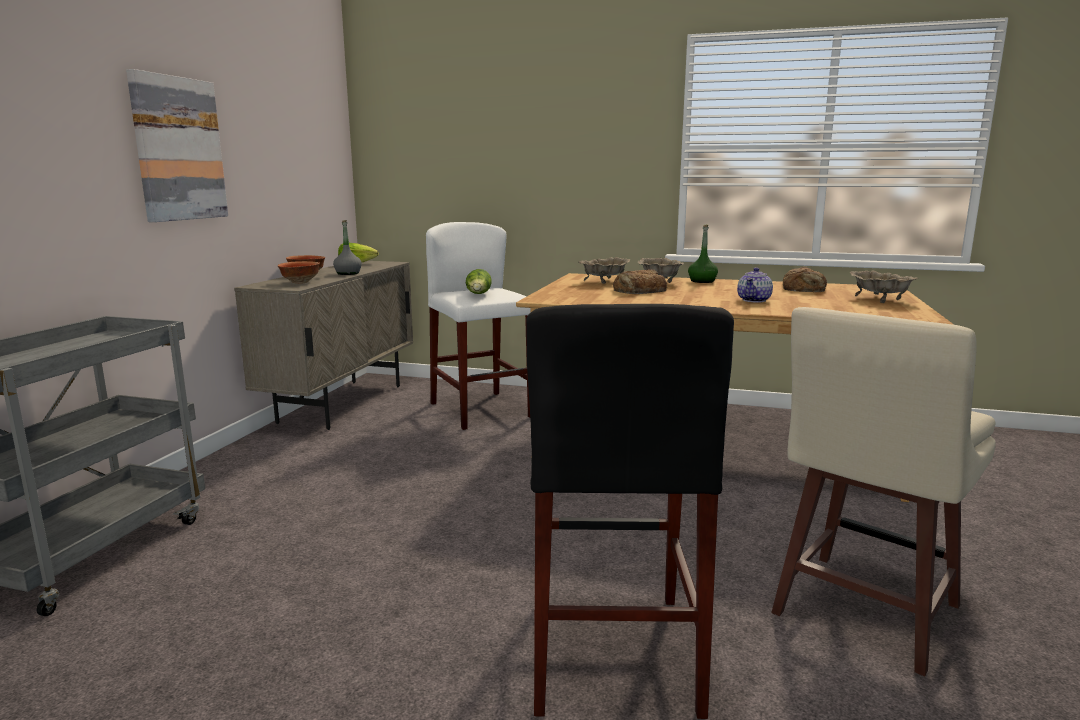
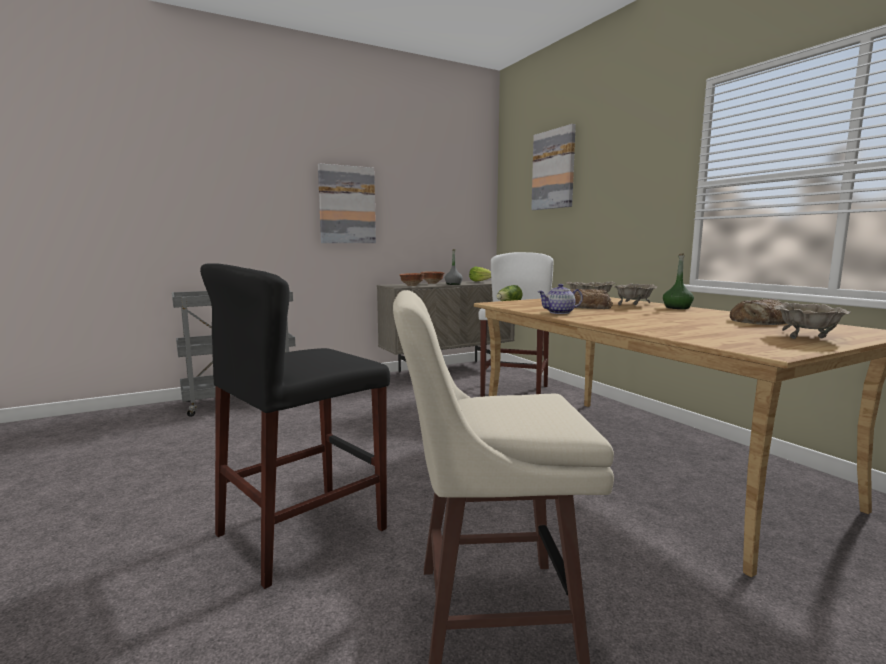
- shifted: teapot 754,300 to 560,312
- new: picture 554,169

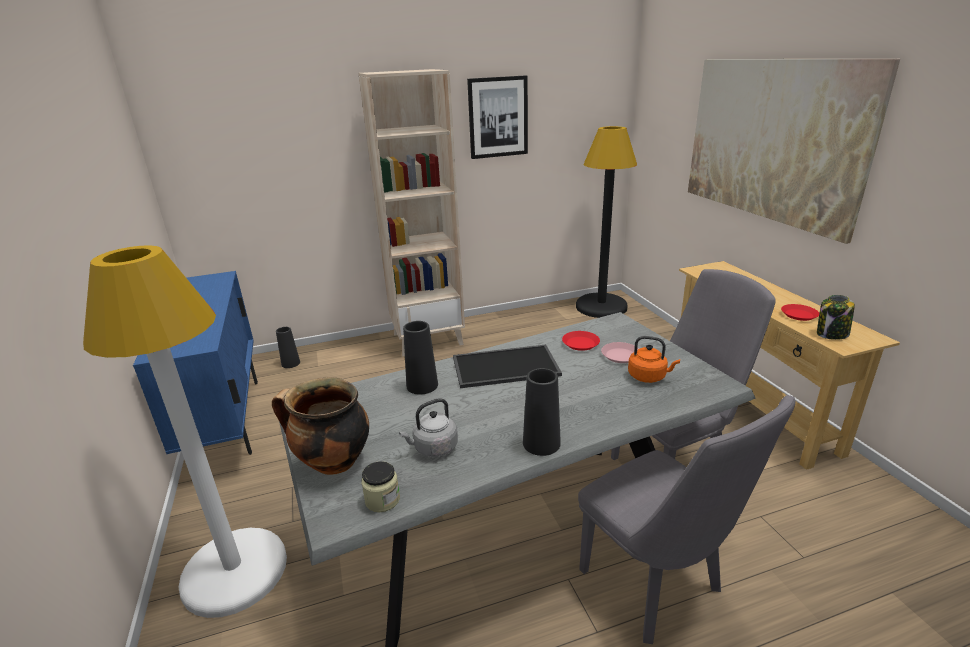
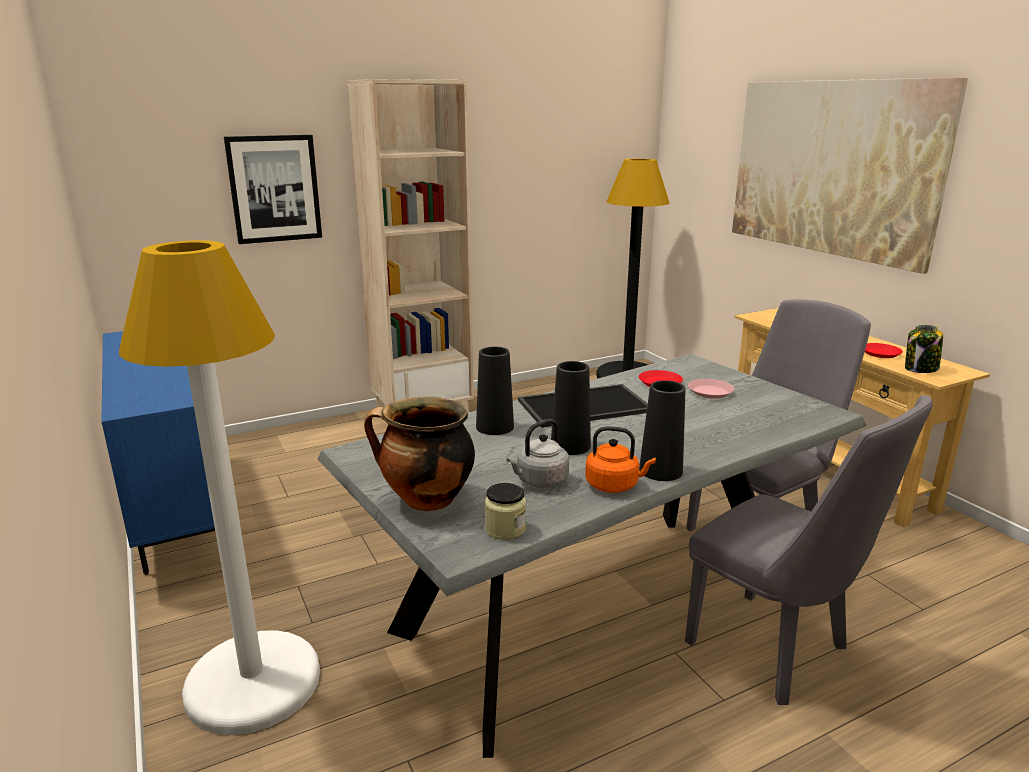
- shifted: black vase 291,363 to 570,446
- shifted: picture 498,117 to 274,189
- shifted: orange kettle 649,377 to 614,485

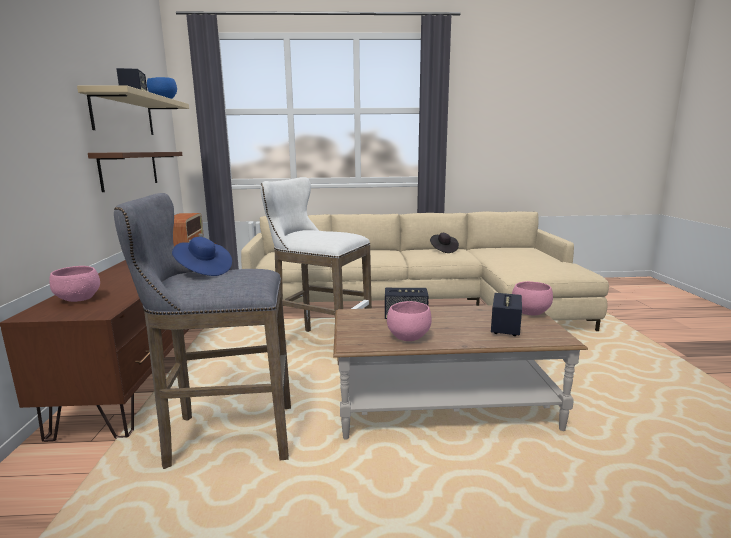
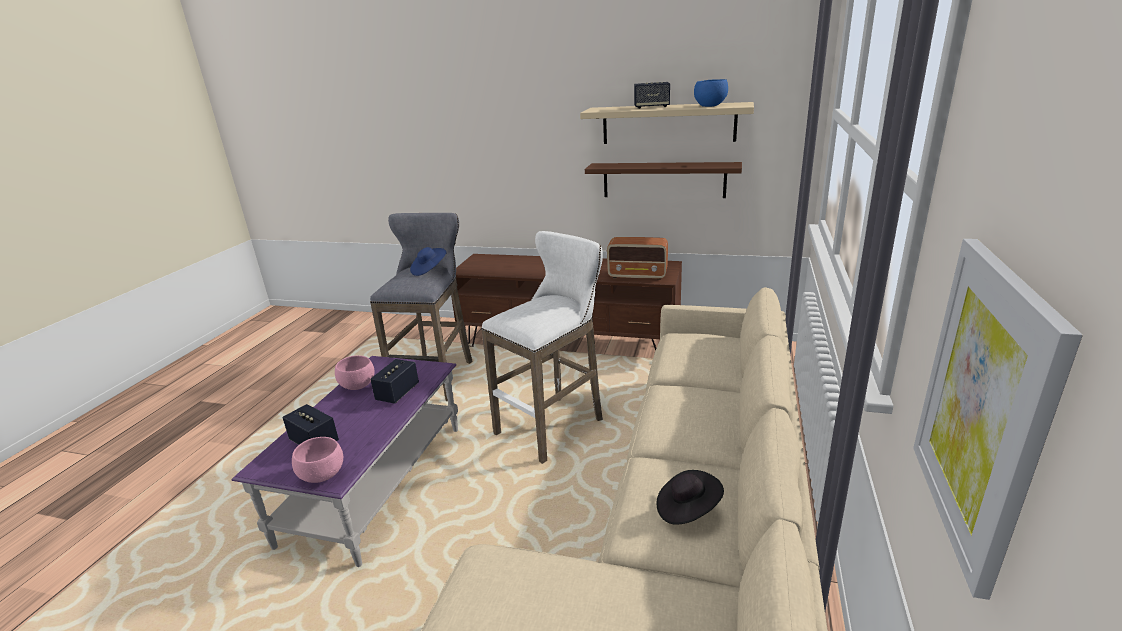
- gone: pink bowl 80,299
- repainted: brown coffee table 444,407 to purple coffee table 376,483
- new: picture 983,407

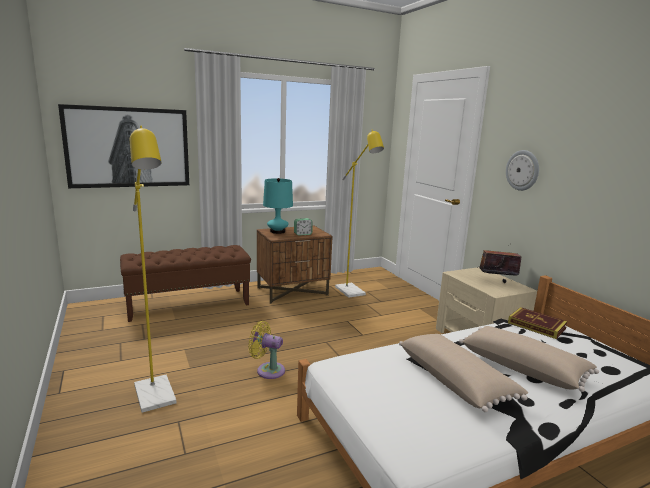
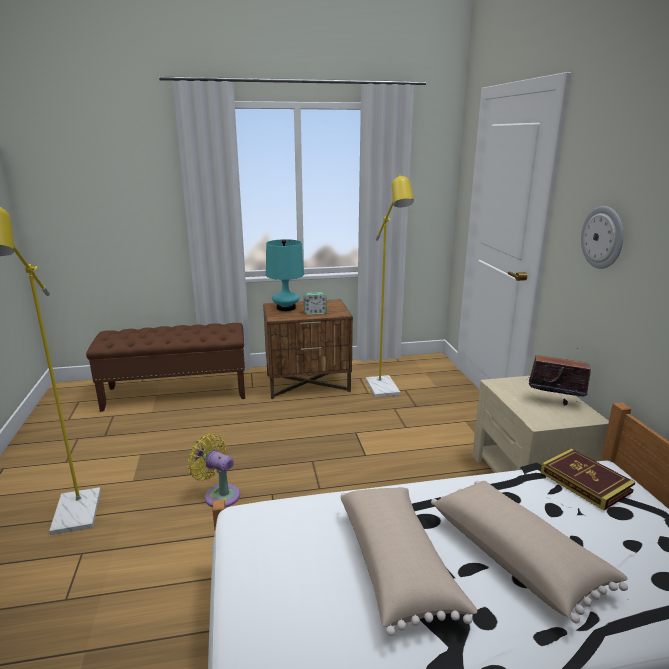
- gone: picture 129,147

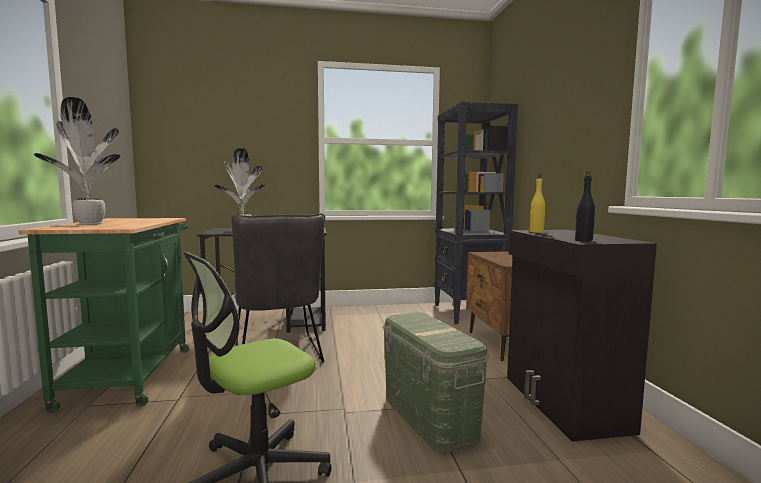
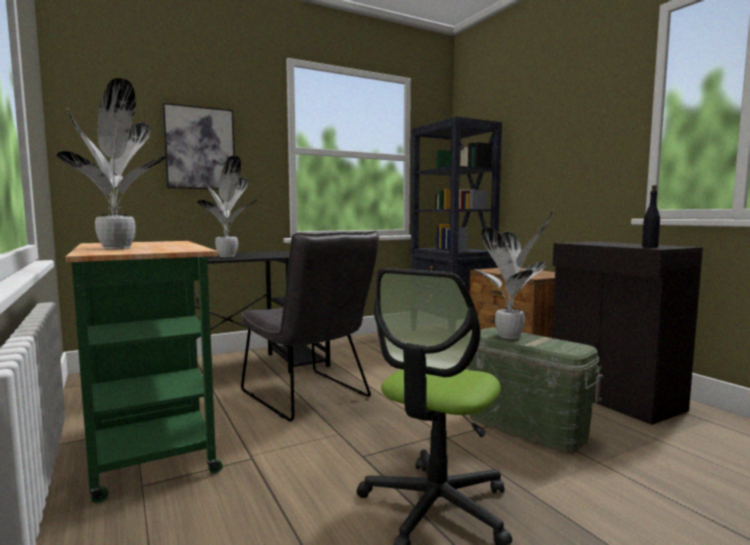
- gone: yellow bottle 536,232
- new: picture 200,148
- new: potted plant 511,336

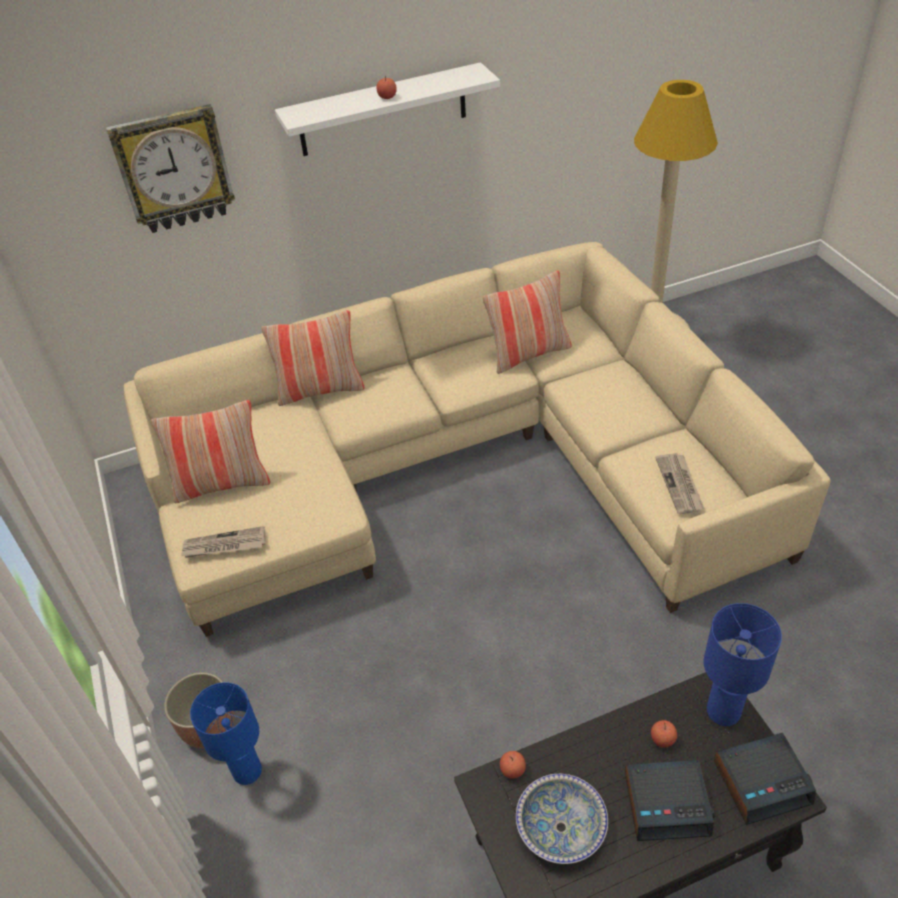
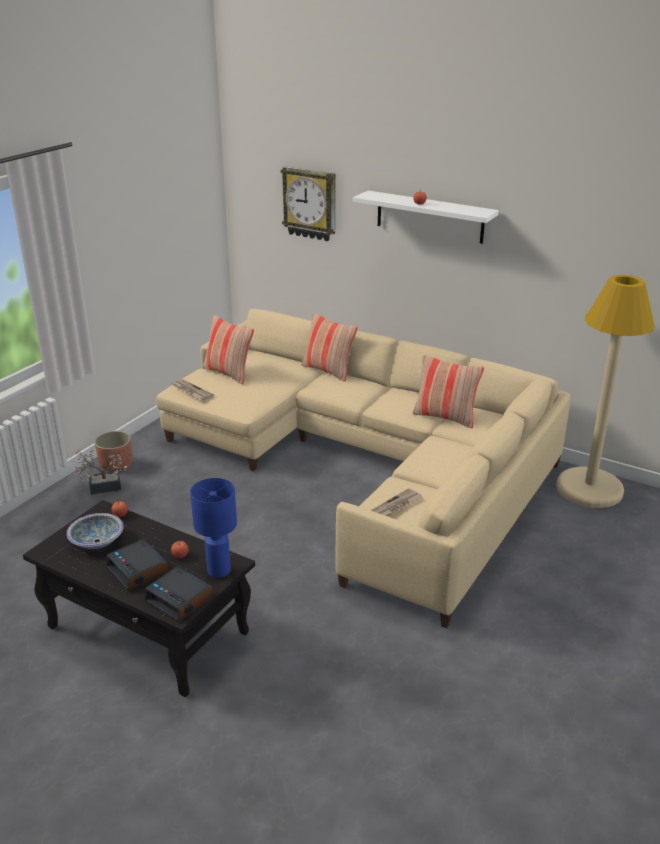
- swapped: blue table lamp 247,770 to potted plant 101,487

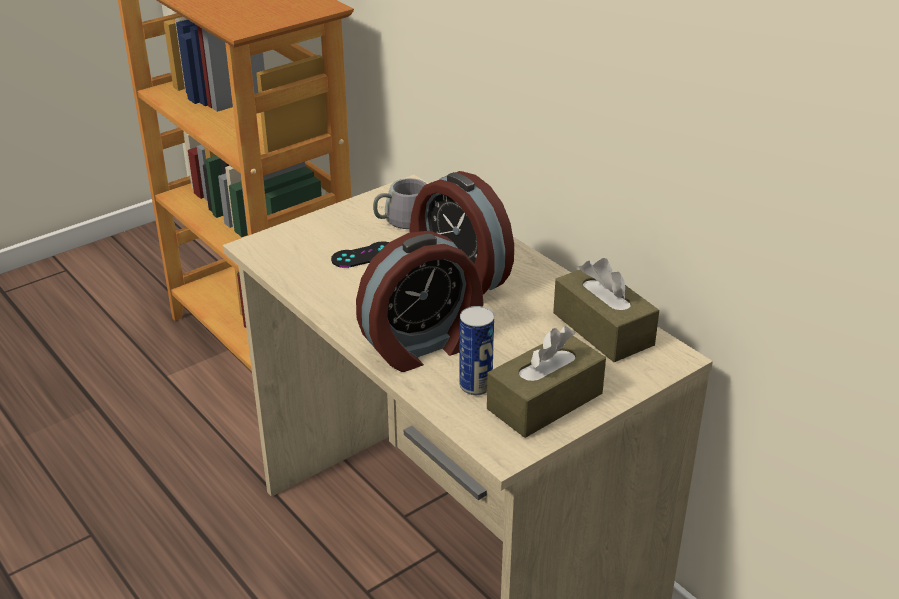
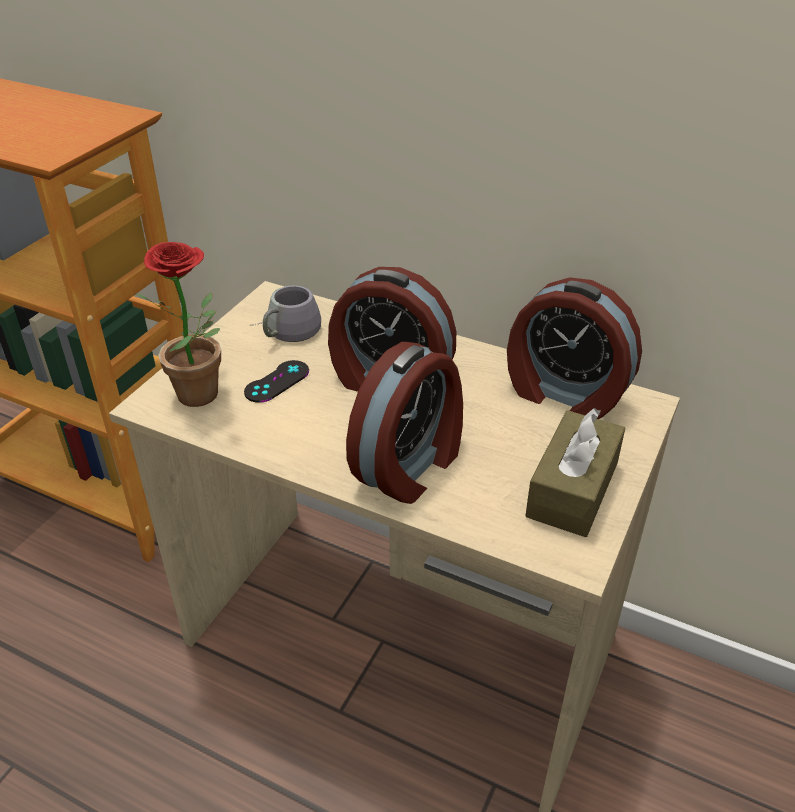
- gone: can 475,386
- swapped: brown tissue box 603,329 to alarm clock 564,394
- new: potted plant 205,397

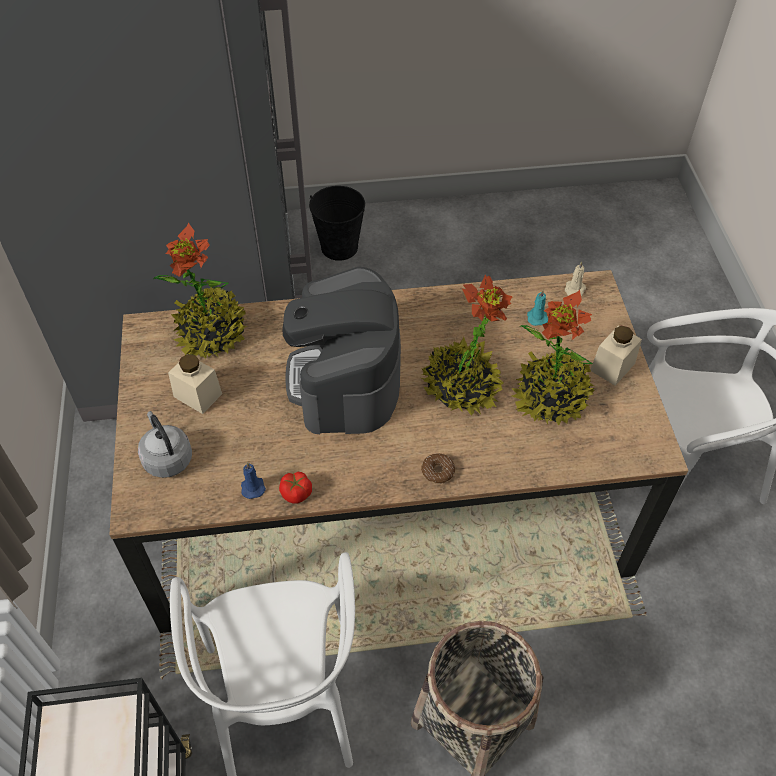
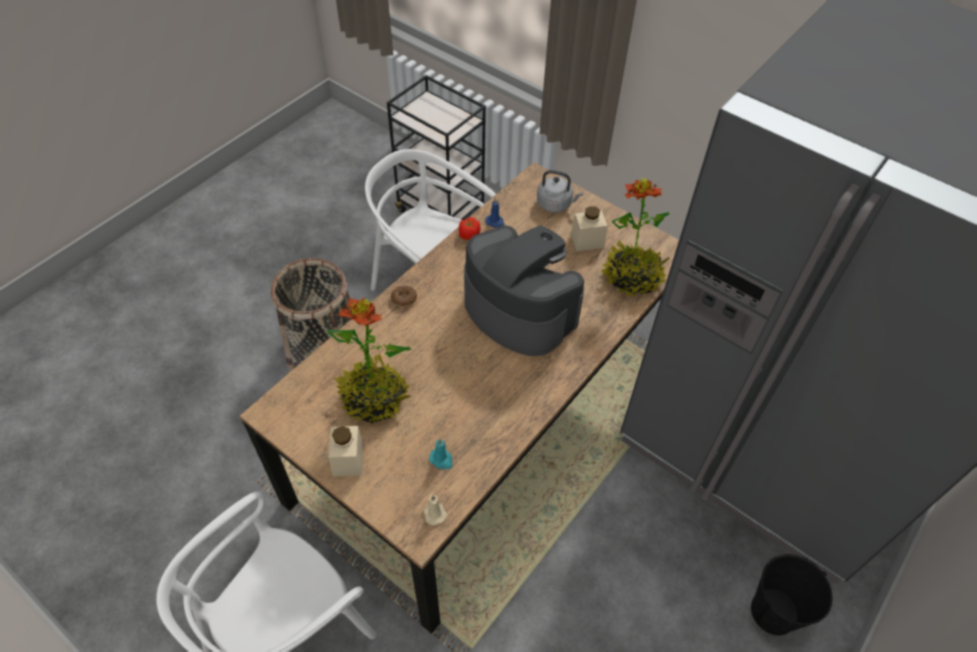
- gone: potted plant 461,387

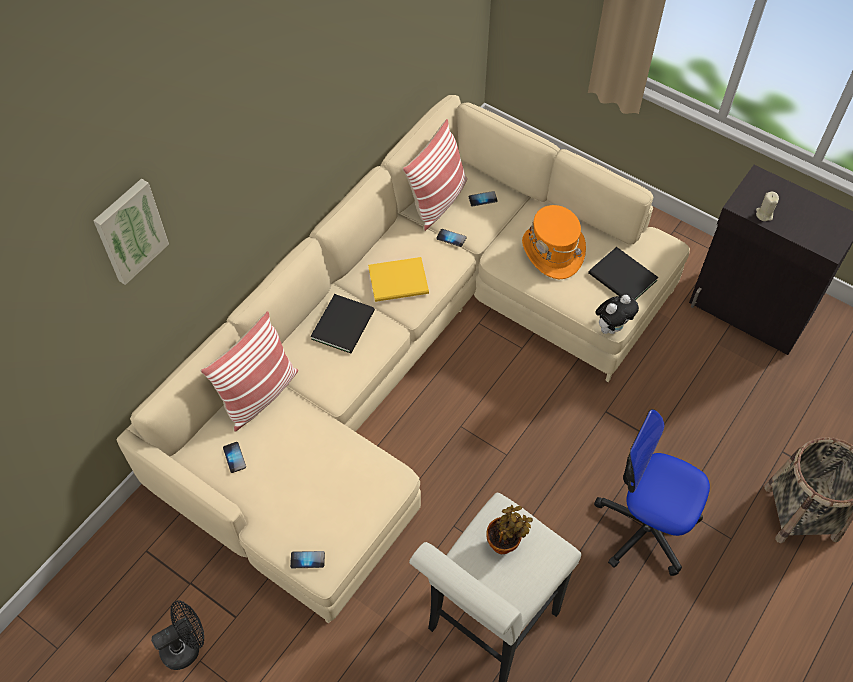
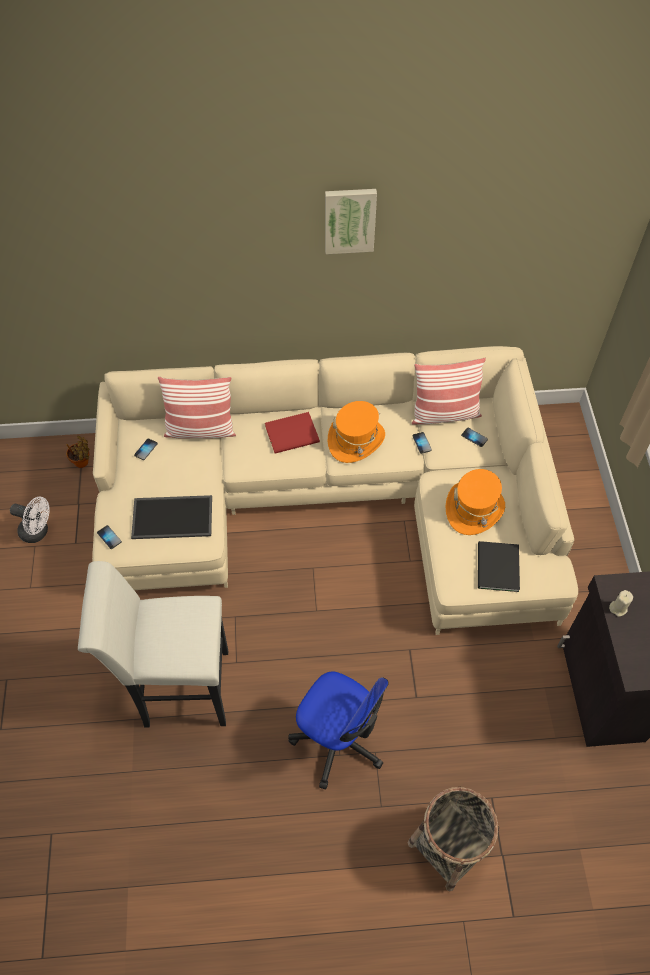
- shifted: picture 129,230 to 349,220
- repainted: black fan 186,646 to white fan 38,532
- repainted: black book 345,324 to red book 293,434
- swapped: yellow book 400,282 to orange hat 356,440
- shifted: potted plant 504,543 to 83,463
- rotated: office chair 645,526 = 338,739 135 degrees clockwise
- gone: plush toy 612,327
- new: tray 173,516

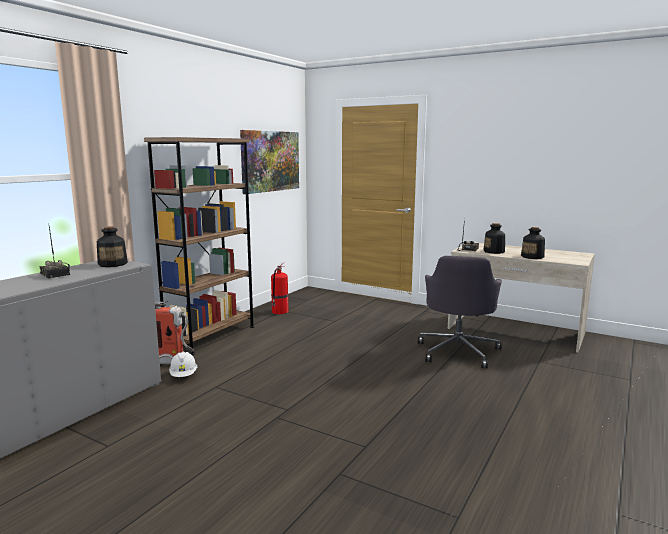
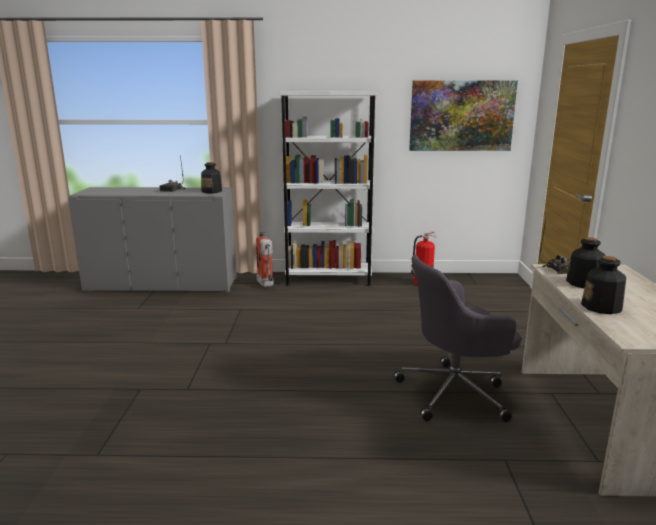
- repainted: brown bookcase 211,336 to white bookcase 328,279
- gone: white hard hat 183,375

